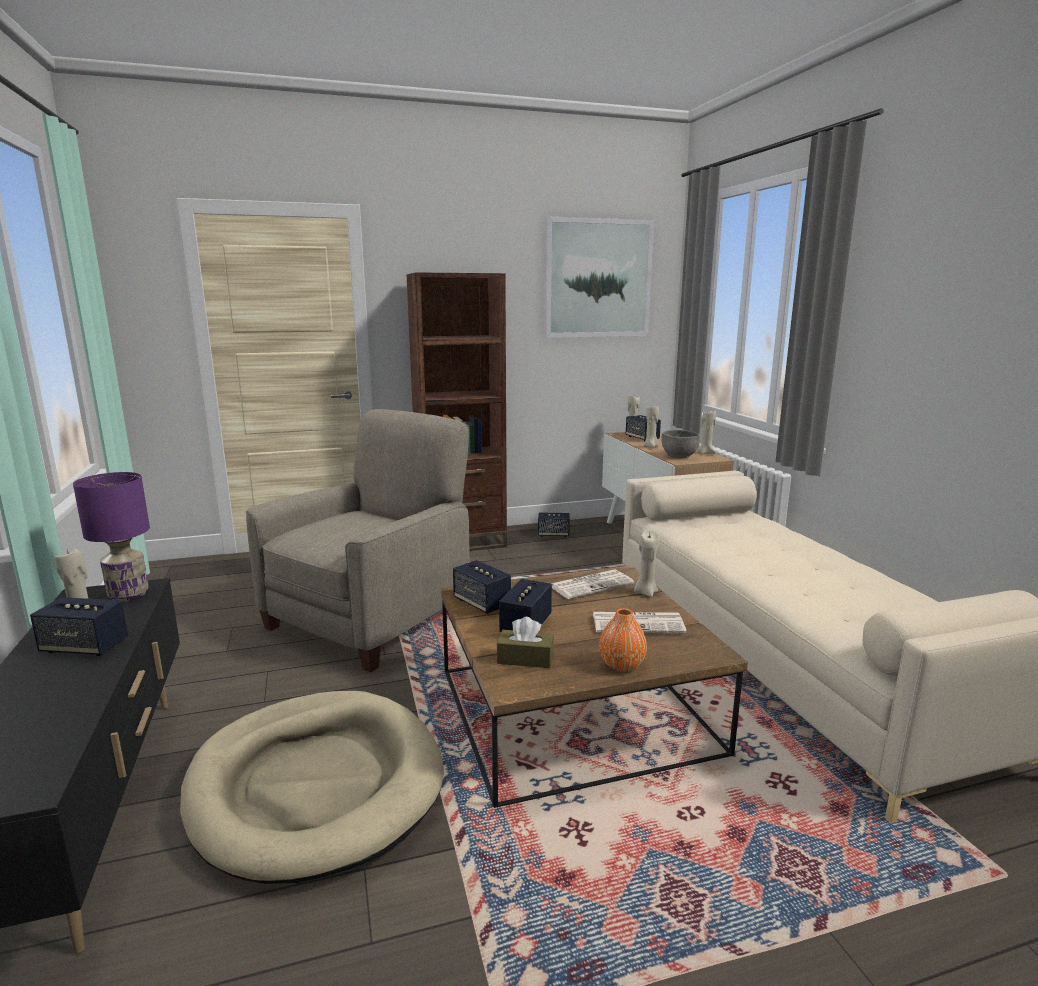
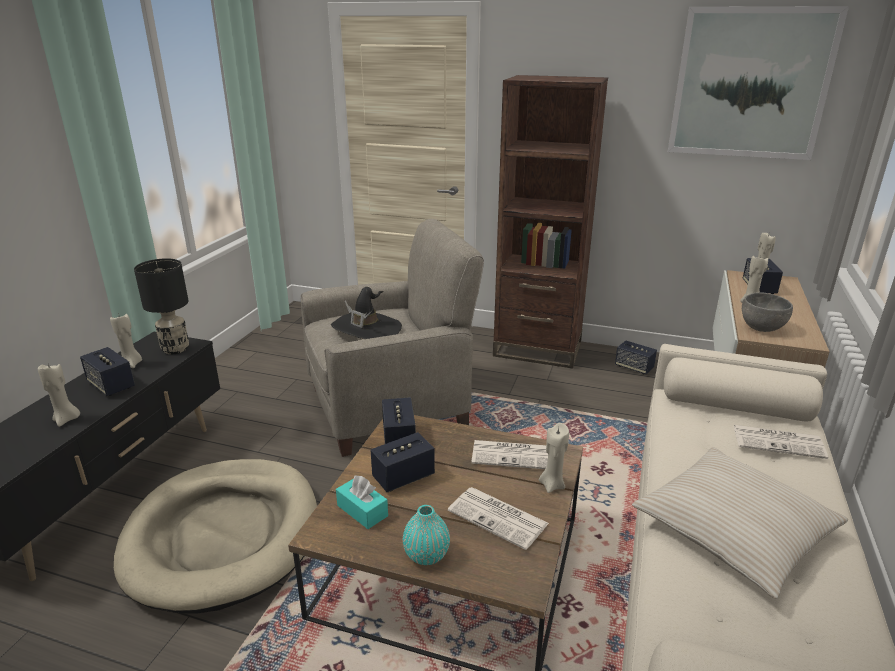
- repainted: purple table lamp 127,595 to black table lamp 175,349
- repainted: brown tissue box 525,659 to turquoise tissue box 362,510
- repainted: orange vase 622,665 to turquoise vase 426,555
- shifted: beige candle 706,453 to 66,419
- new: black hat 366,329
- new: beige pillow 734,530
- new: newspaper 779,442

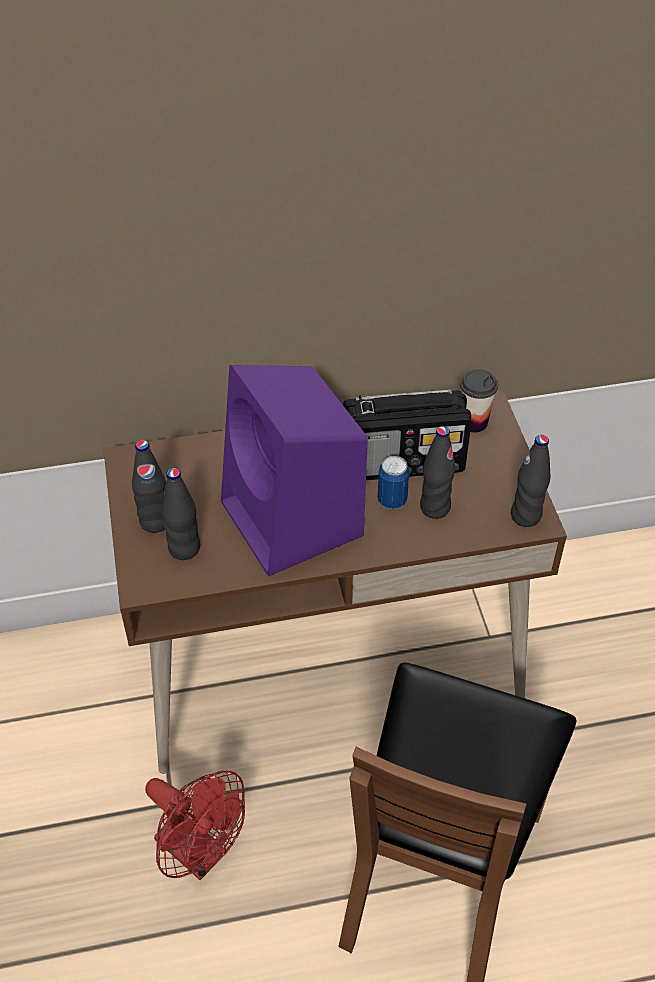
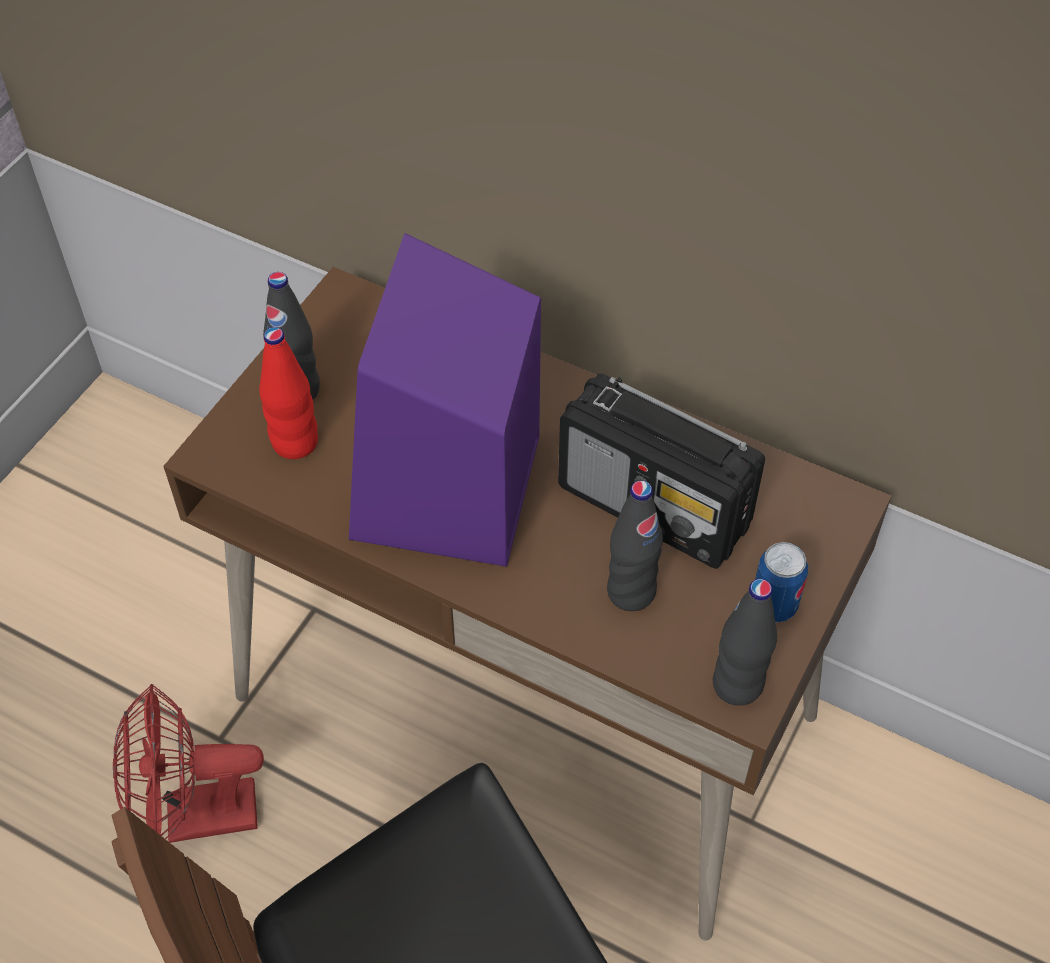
- rotated: red fan 200,853 = 196,817 90 degrees clockwise
- repainted: black bottle 184,549 to red bottle 295,443
- shifted: can 392,500 to 773,605
- gone: cup 473,422

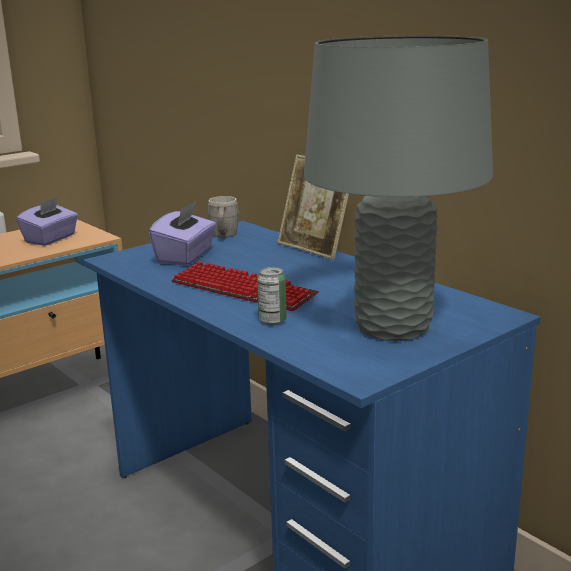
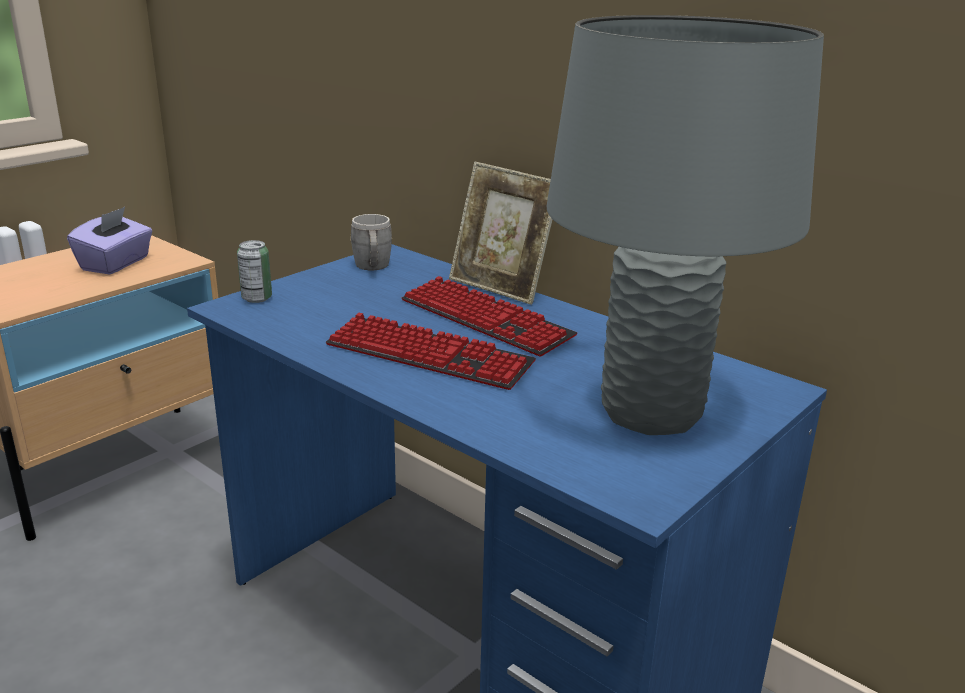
- gone: purple tissue box 185,256
- shifted: can 272,320 to 257,298
- new: keyboard 485,319

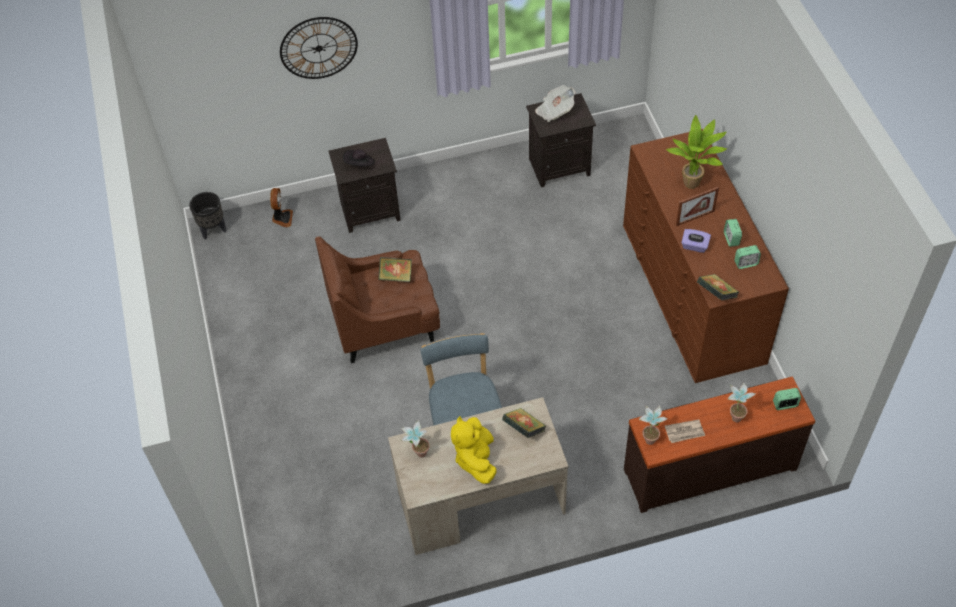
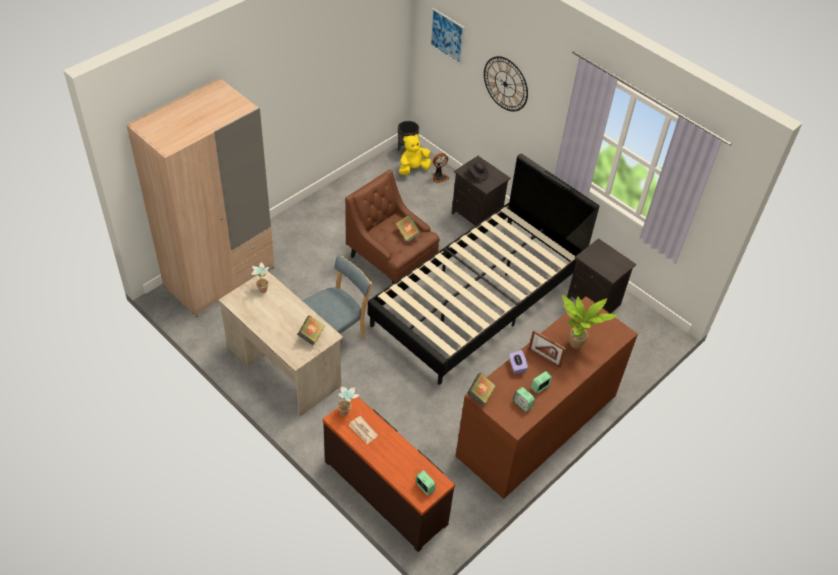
- shifted: yellow plush toy 476,459 to 413,169
- gone: newspaper 555,111
- gone: potted plant 736,415
- new: beige wardrobe 220,276
- new: black bed 477,299
- new: picture 447,36

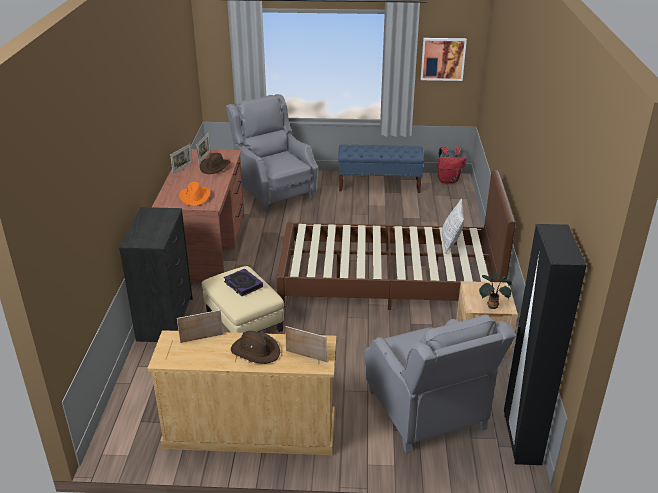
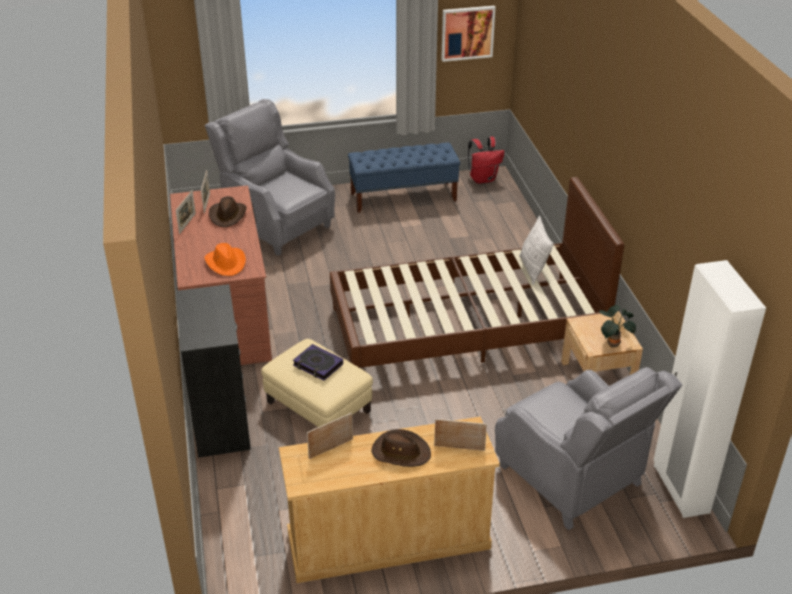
- repainted: black wardrobe 521,439 to white wardrobe 680,489

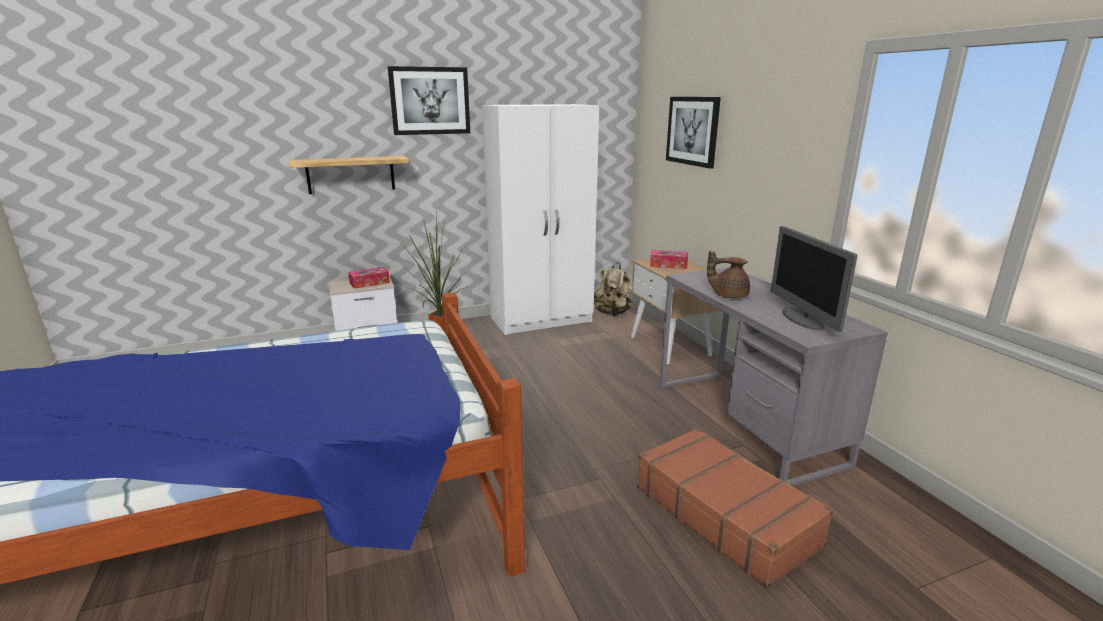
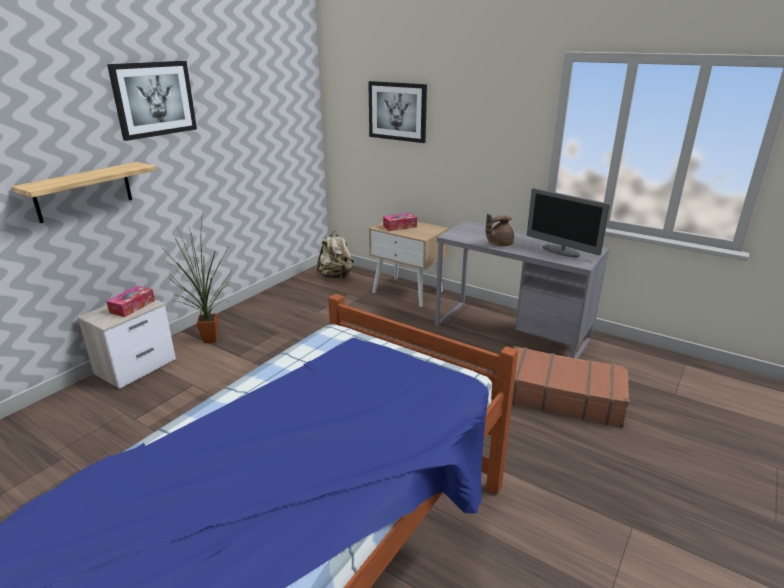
- gone: white wardrobe 542,320

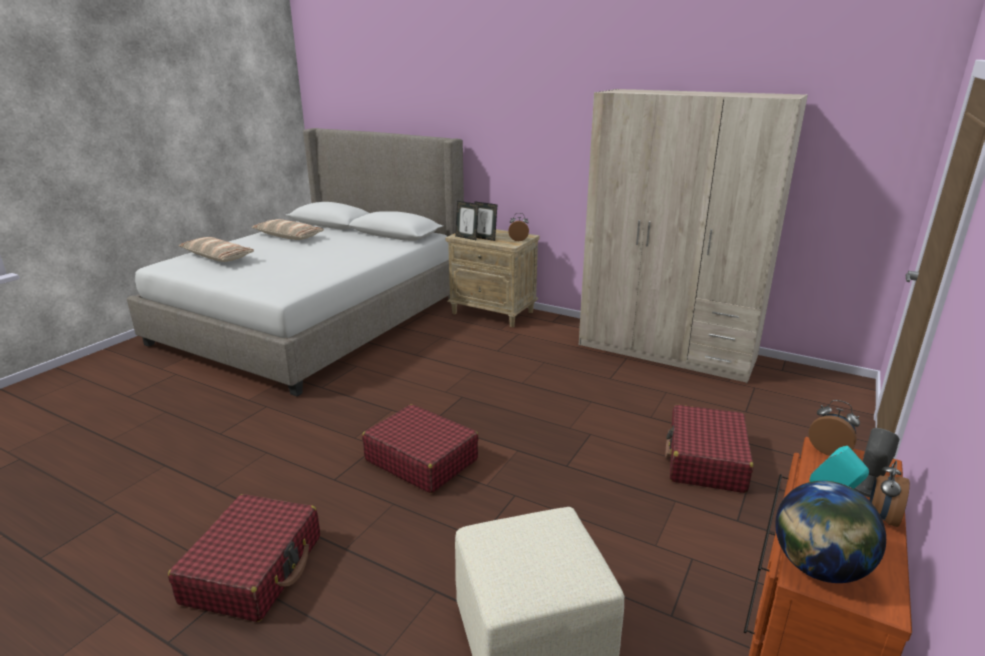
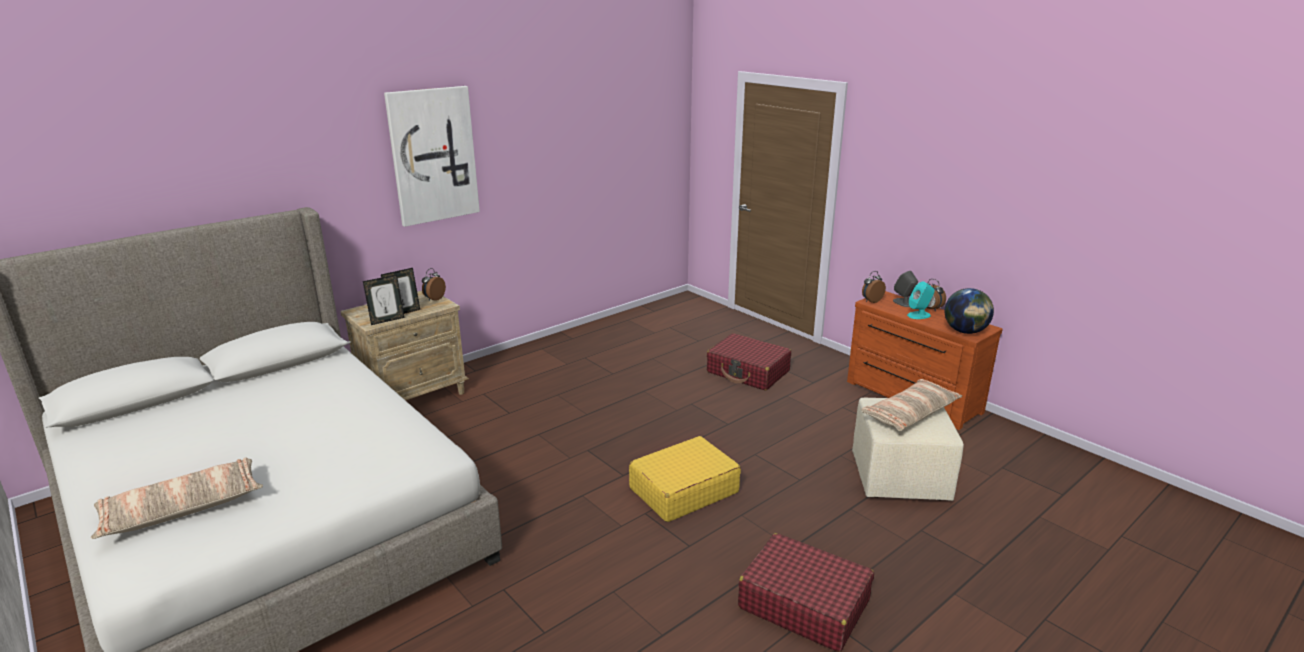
- shifted: pillow 289,236 to 910,414
- repainted: red suitcase 421,459 to yellow suitcase 683,490
- gone: beige wardrobe 666,351
- new: picture 433,155

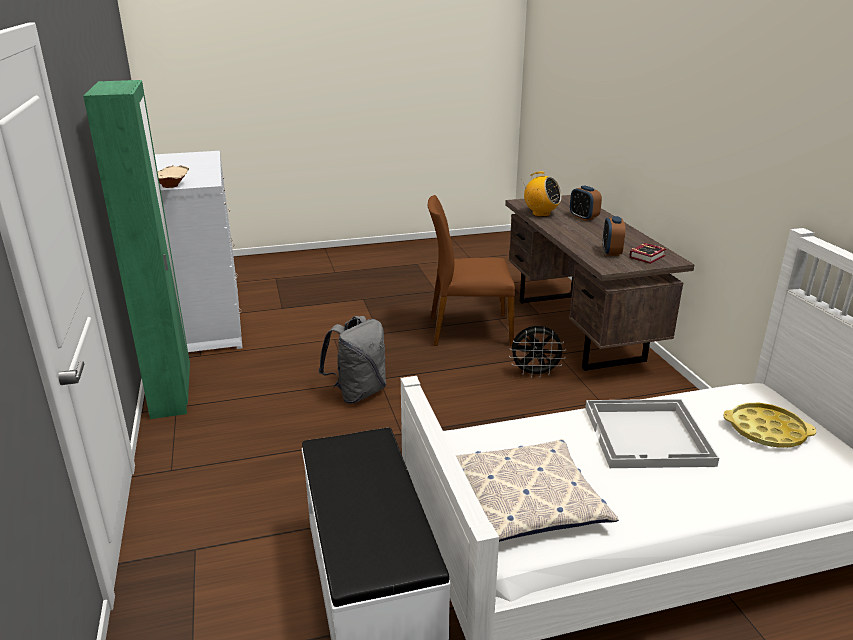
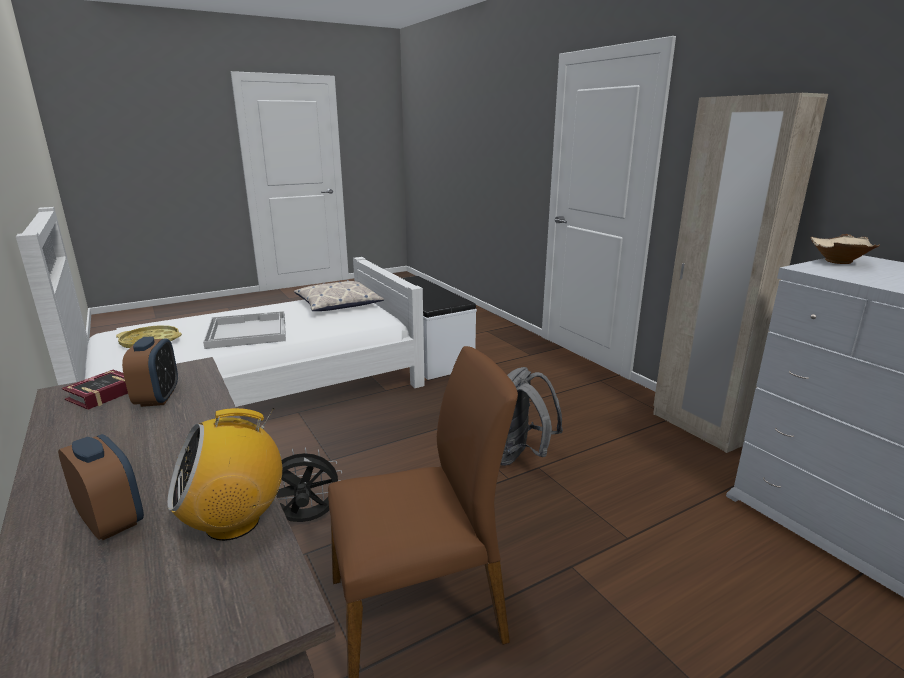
- repainted: green wardrobe 172,394 to beige wardrobe 698,428
- rotated: radio 540,214 = 234,522 45 degrees counterclockwise

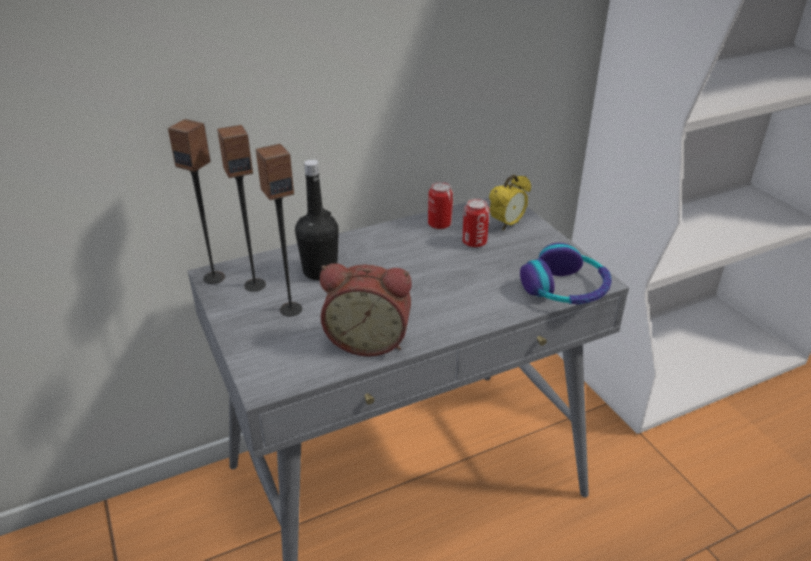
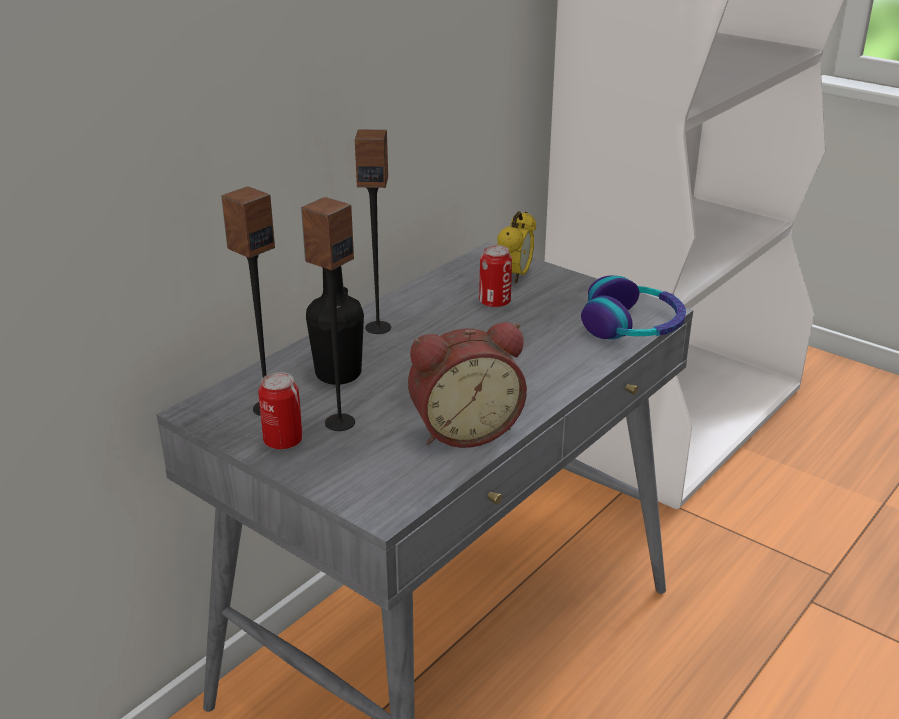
- shifted: speaker 214,277 to 378,327
- shifted: can 439,224 to 283,441

